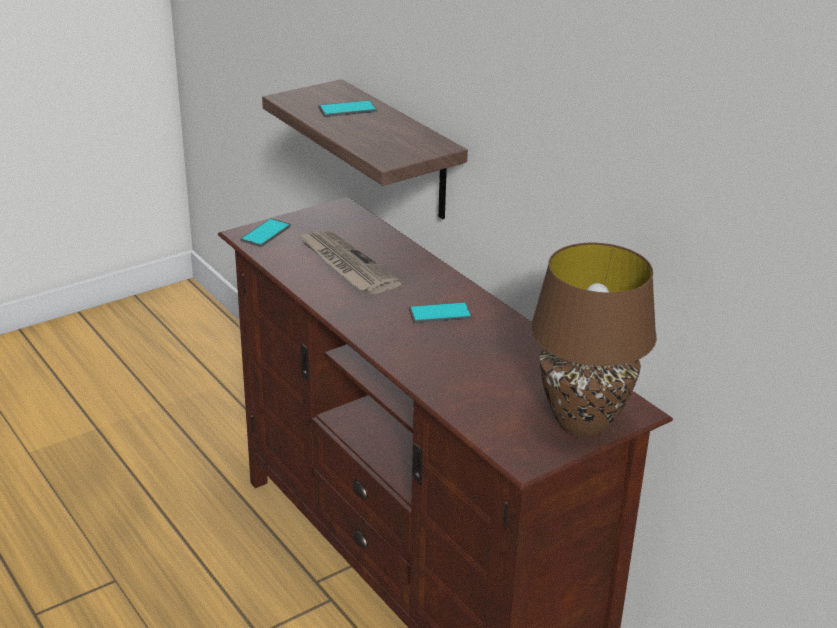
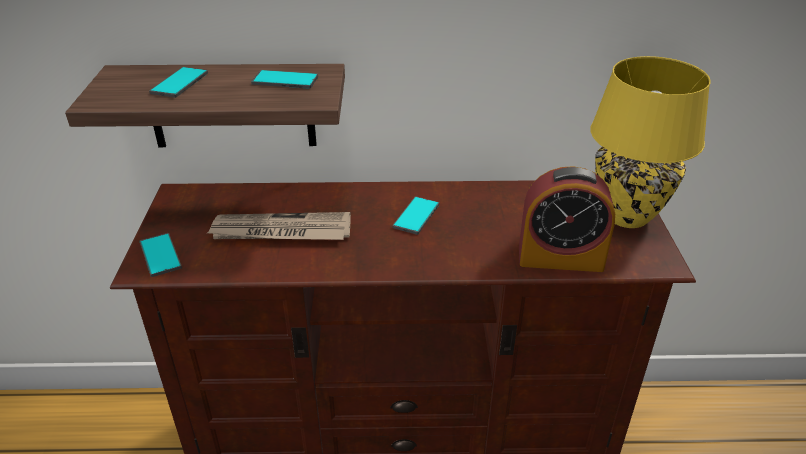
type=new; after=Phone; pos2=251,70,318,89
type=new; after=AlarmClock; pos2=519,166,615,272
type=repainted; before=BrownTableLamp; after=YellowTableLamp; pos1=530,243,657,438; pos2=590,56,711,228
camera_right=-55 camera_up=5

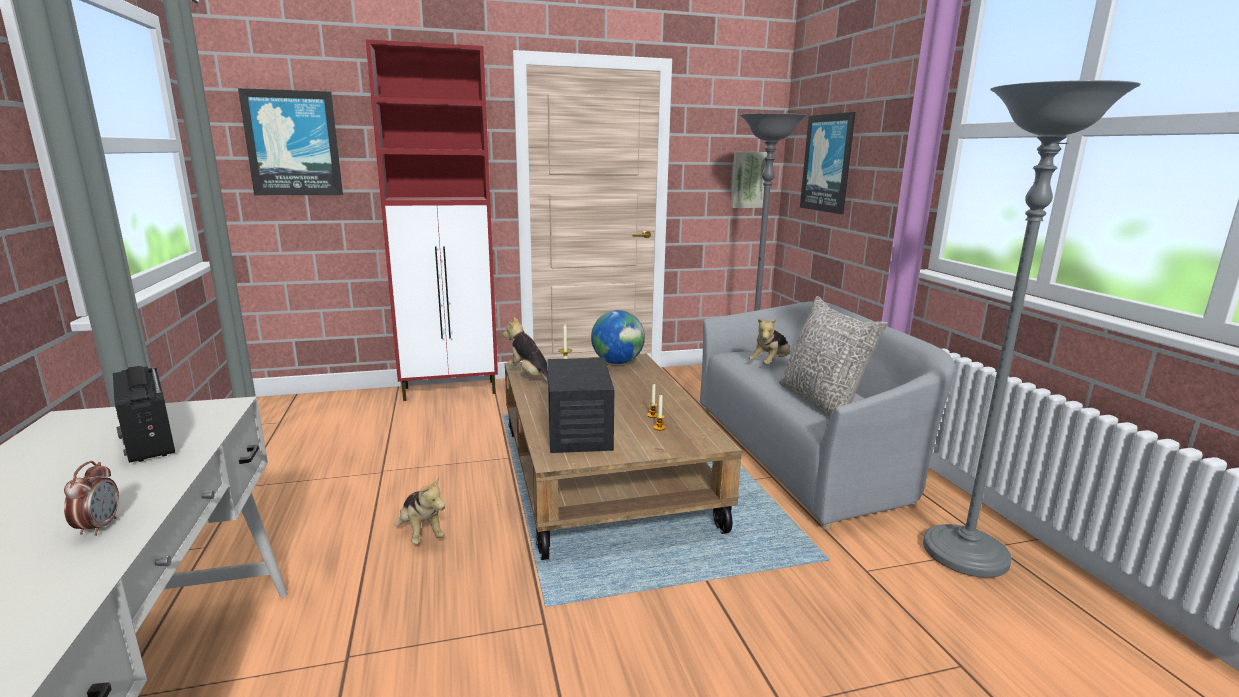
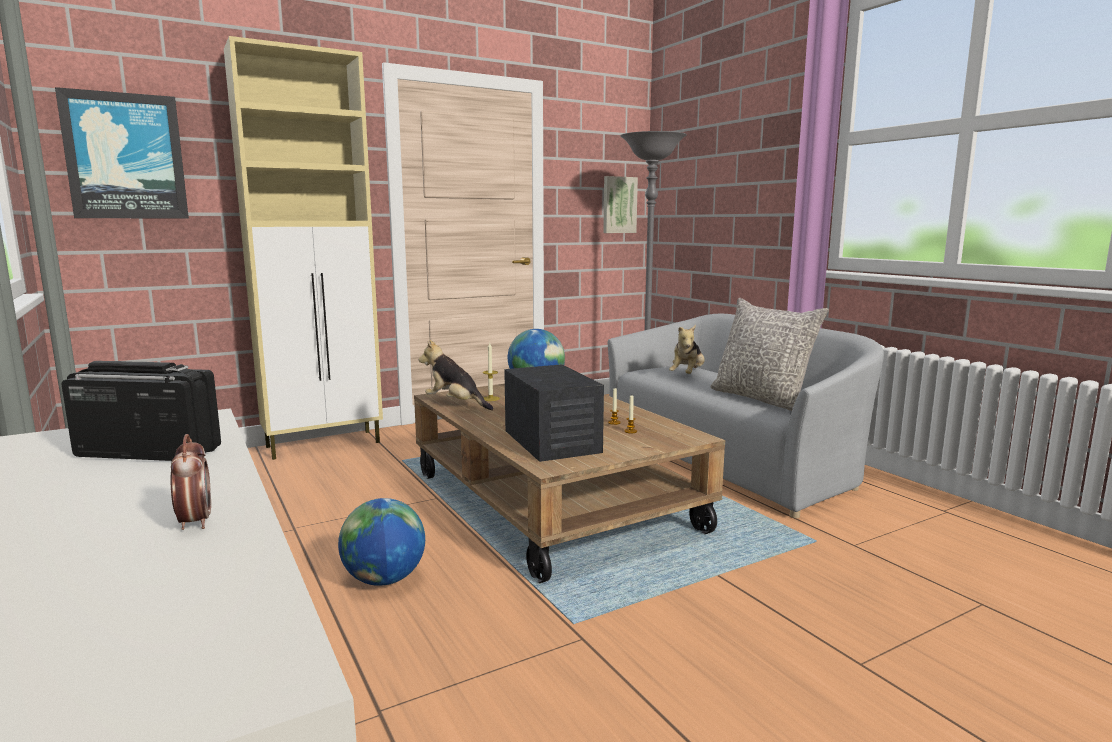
type=gone; before=Picture; pos1=800,112,856,214
type=gone; before=GreyFloorLamp; pos1=923,80,1141,578
type=swapped; before=PlushToy; after=Globe; pos1=394,477,445,544; pos2=338,498,425,586
type=repainted; before=RedCabinet; after=BeigeCabinet; pos1=366,39,498,401; pos2=224,36,383,460
type=rotated; before=Radio; pos1=113,366,175,463; pos2=62,361,221,461; turn=150
camera_right=-15 camera_up=-5

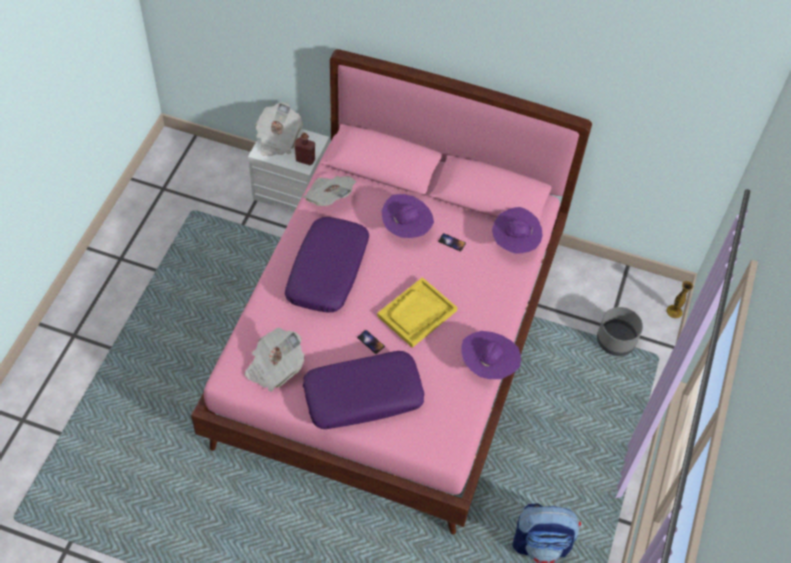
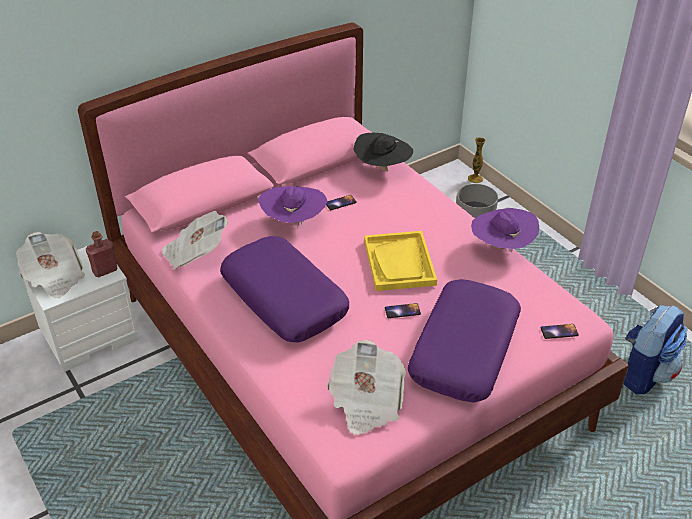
type=new; after=Phone; pos2=540,324,579,339
type=repainted; before=PurpleHat; after=BlackHat; pos1=492,207,543,254; pos2=353,133,413,171
camera_right=-50 camera_up=-15

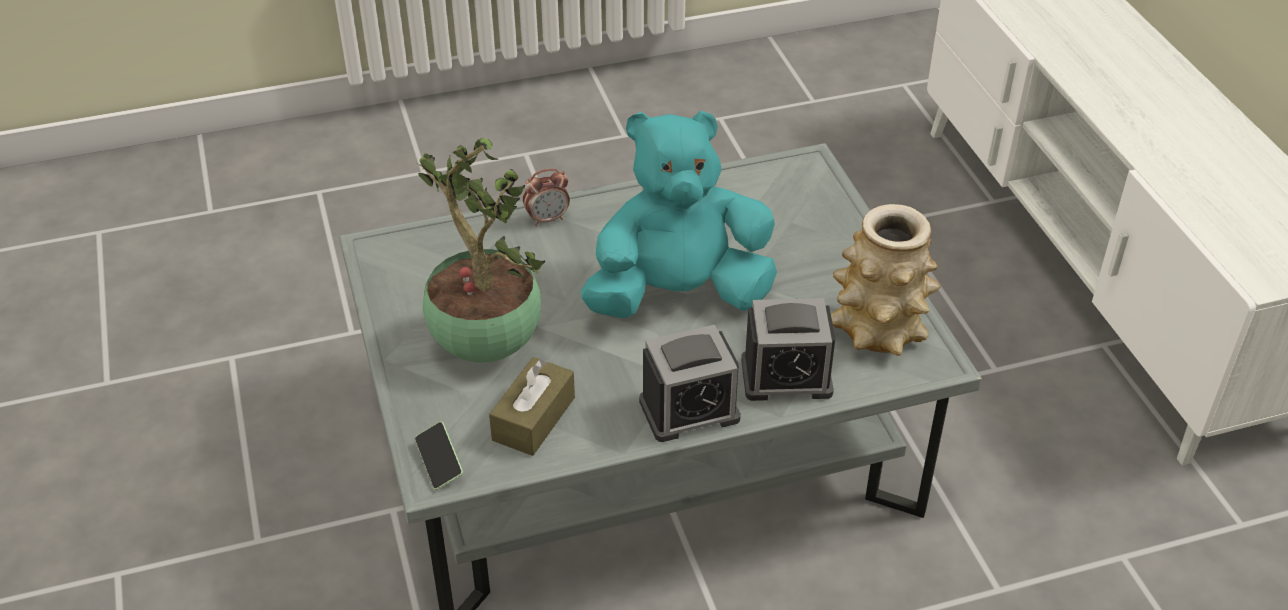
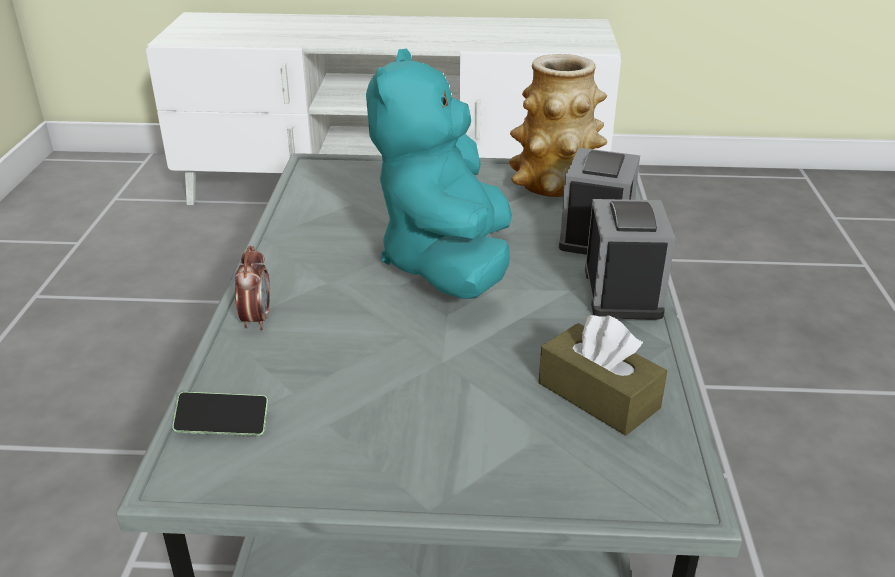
type=gone; before=PottedPlant; pos1=416,138,545,363
type=shifted; before=Phone; pos1=415,422,463,490; pos2=172,392,268,436
camera_right=-70 camera_up=-10

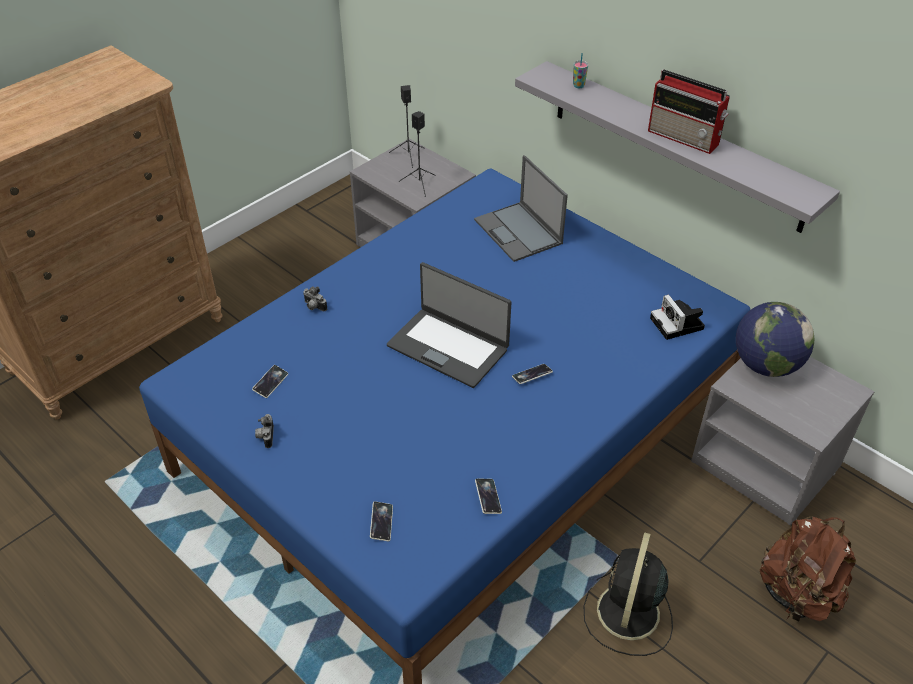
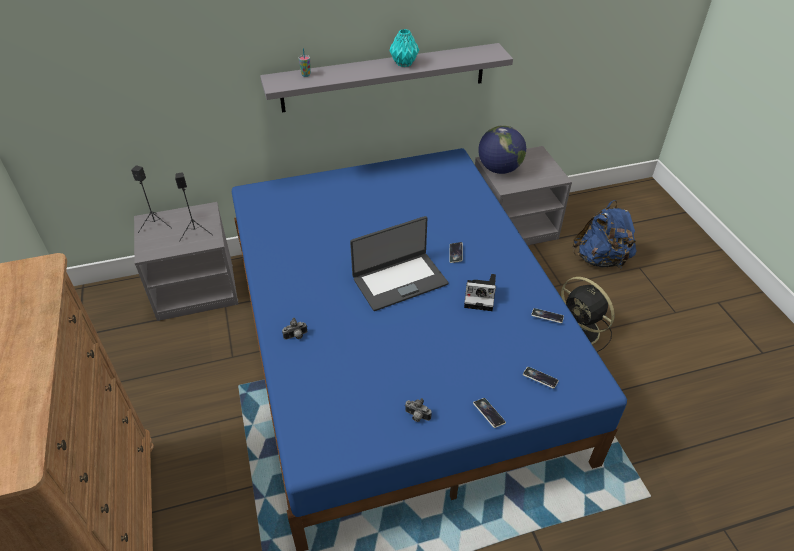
type=gone; before=Laptop; pos1=474,155,568,262
type=shifted; before=Phone; pos1=252,365,288,398; pos2=473,398,506,428
type=shifted; before=PhotoCamera; pos1=650,294,705,340; pos2=464,274,496,311
type=swapped; before=Radio; after=TurquoiseVase; pos1=648,70,730,154; pos2=389,29,419,67
type=repainted; before=BrownBackpack; after=BlueBackpack; pos1=760,517,856,621; pos2=573,200,637,268
camera_right=-60 camera_up=0

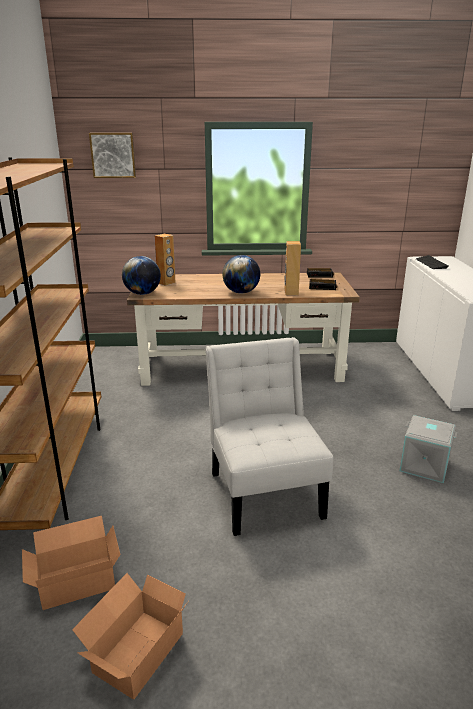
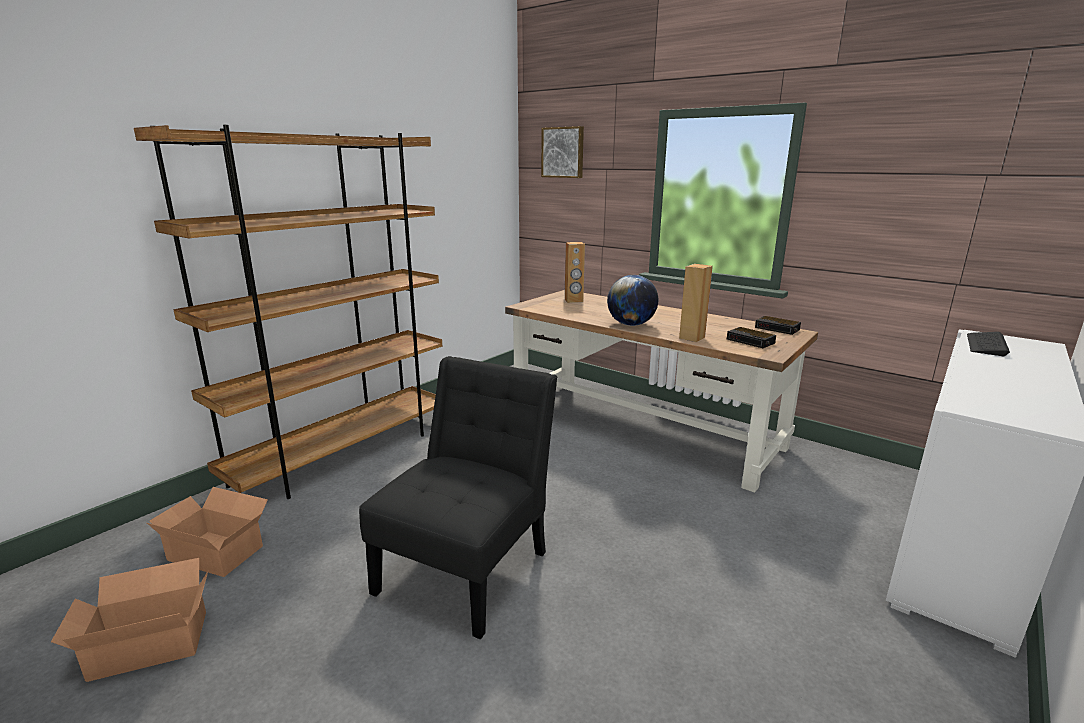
type=gone; before=Globe; pos1=122,256,161,295
type=gone; before=GreyStorageBox; pos1=400,415,457,483
type=repainted; before=WhiteChair; after=BlackChair; pos1=205,337,333,536; pos2=359,356,557,640
camera_right=40 camera_up=-5

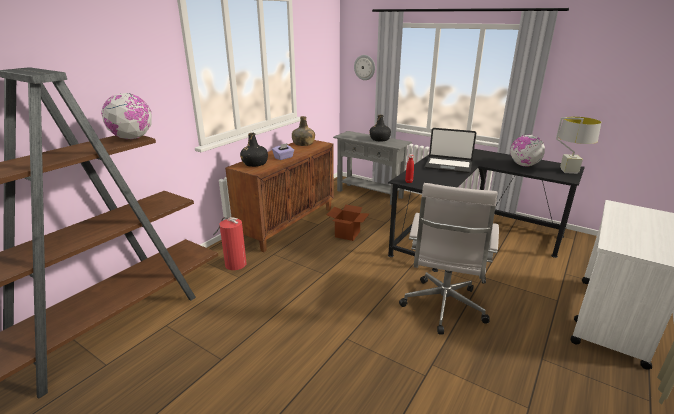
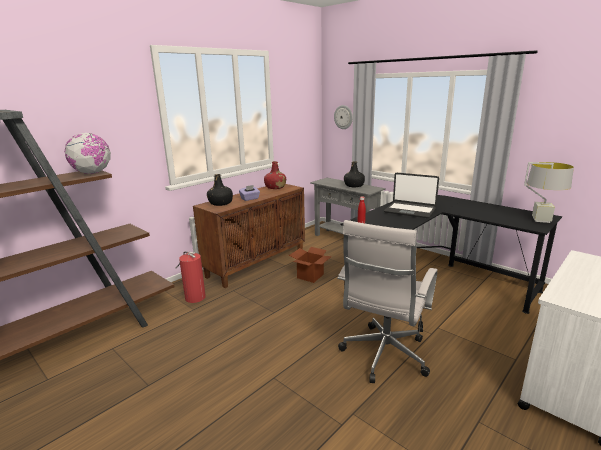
type=gone; before=Globe; pos1=510,135,545,167
type=repainted; before=GreenBottle; after=RedBottle; pos1=292,116,315,146; pos2=264,161,286,189
camera_right=10 camera_up=-5

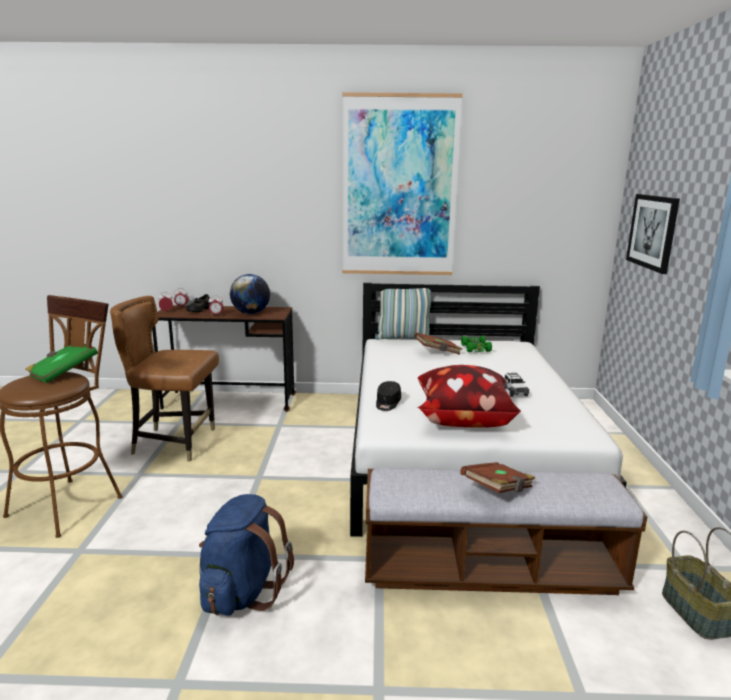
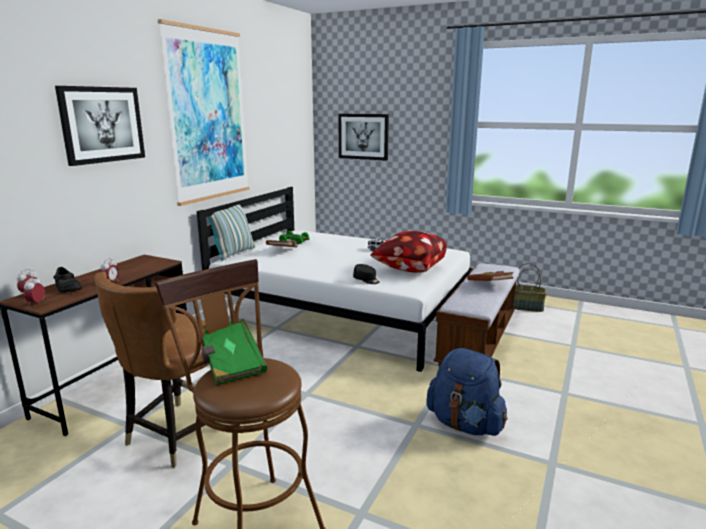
type=gone; before=Globe; pos1=230,274,270,314
type=new; after=Picture; pos2=55,86,145,166
camera_right=-65 camera_up=0

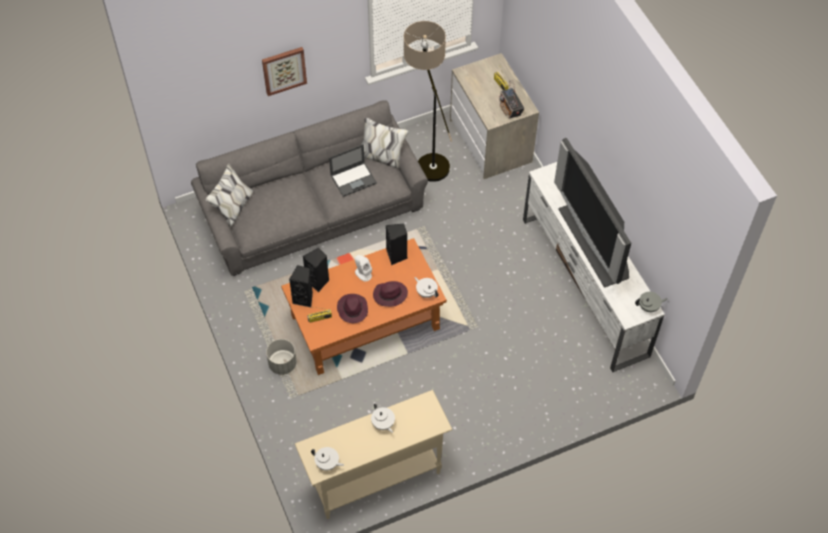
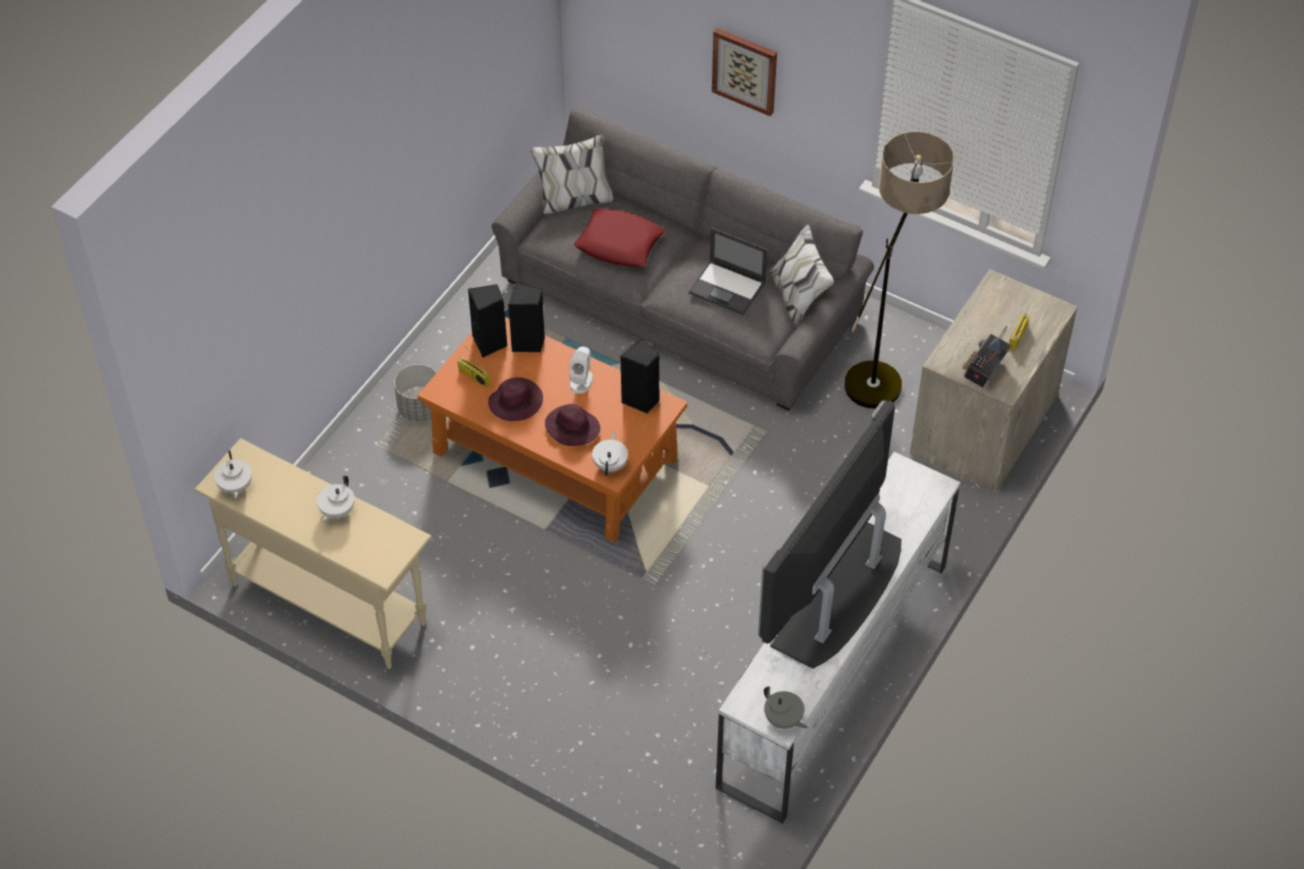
type=new; after=RedPillow; pos2=574,209,665,267
camera_right=55 camera_up=-5

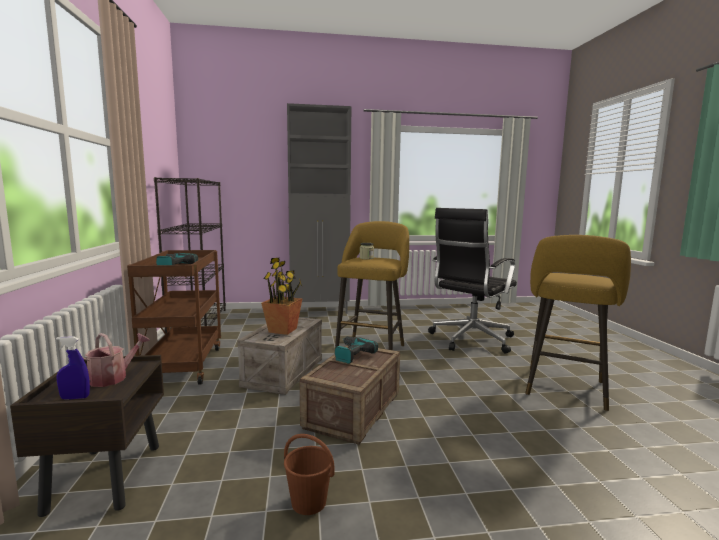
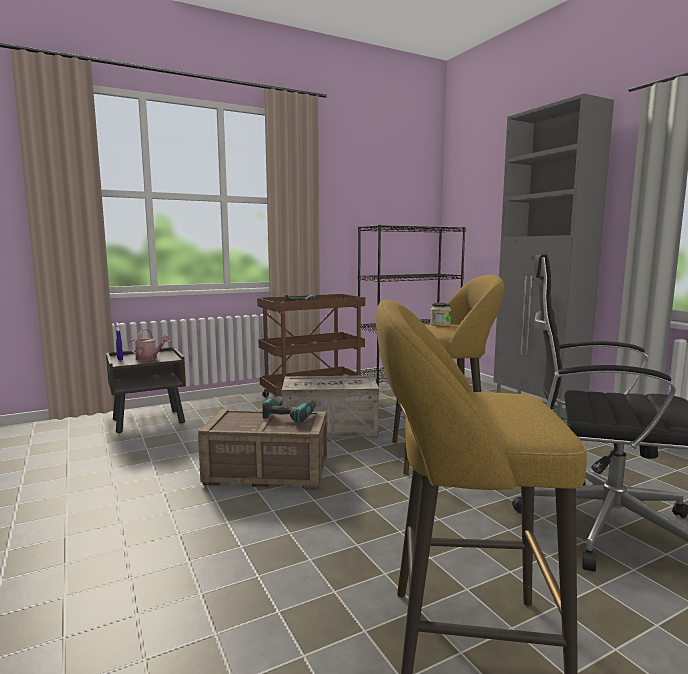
type=gone; before=PottedPlant; pos1=261,258,302,335
type=gone; before=BrownBucket; pos1=284,434,335,515
camera_right=70 camera_up=0

